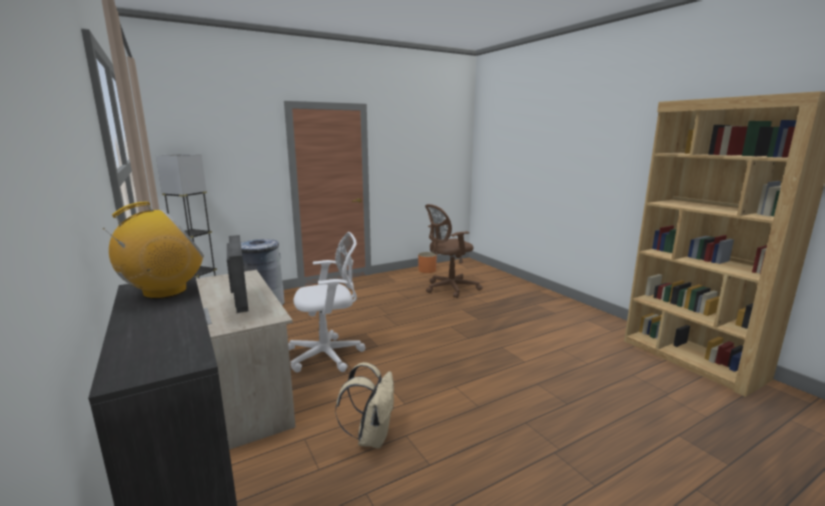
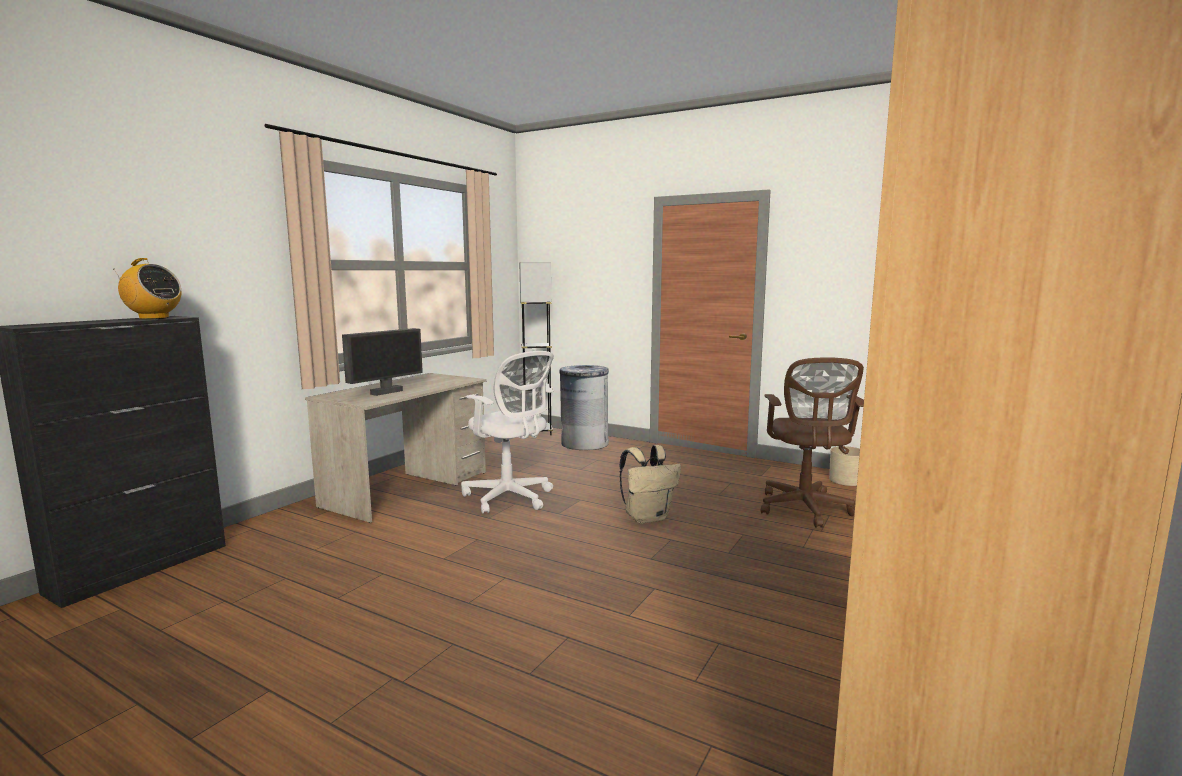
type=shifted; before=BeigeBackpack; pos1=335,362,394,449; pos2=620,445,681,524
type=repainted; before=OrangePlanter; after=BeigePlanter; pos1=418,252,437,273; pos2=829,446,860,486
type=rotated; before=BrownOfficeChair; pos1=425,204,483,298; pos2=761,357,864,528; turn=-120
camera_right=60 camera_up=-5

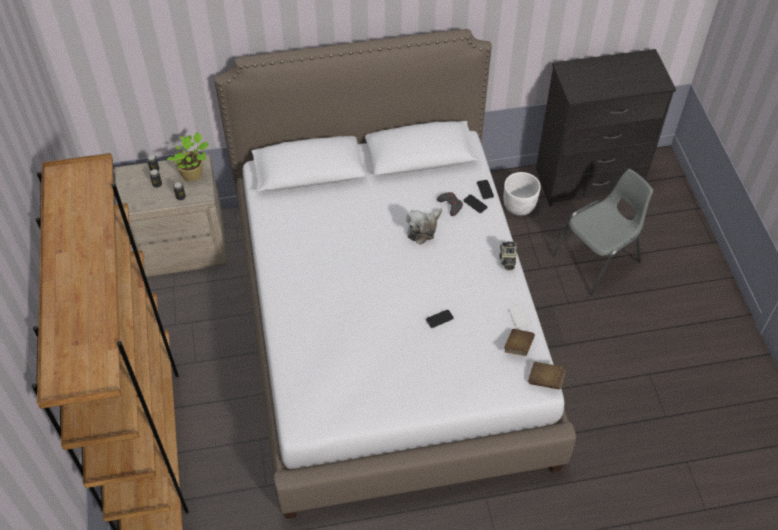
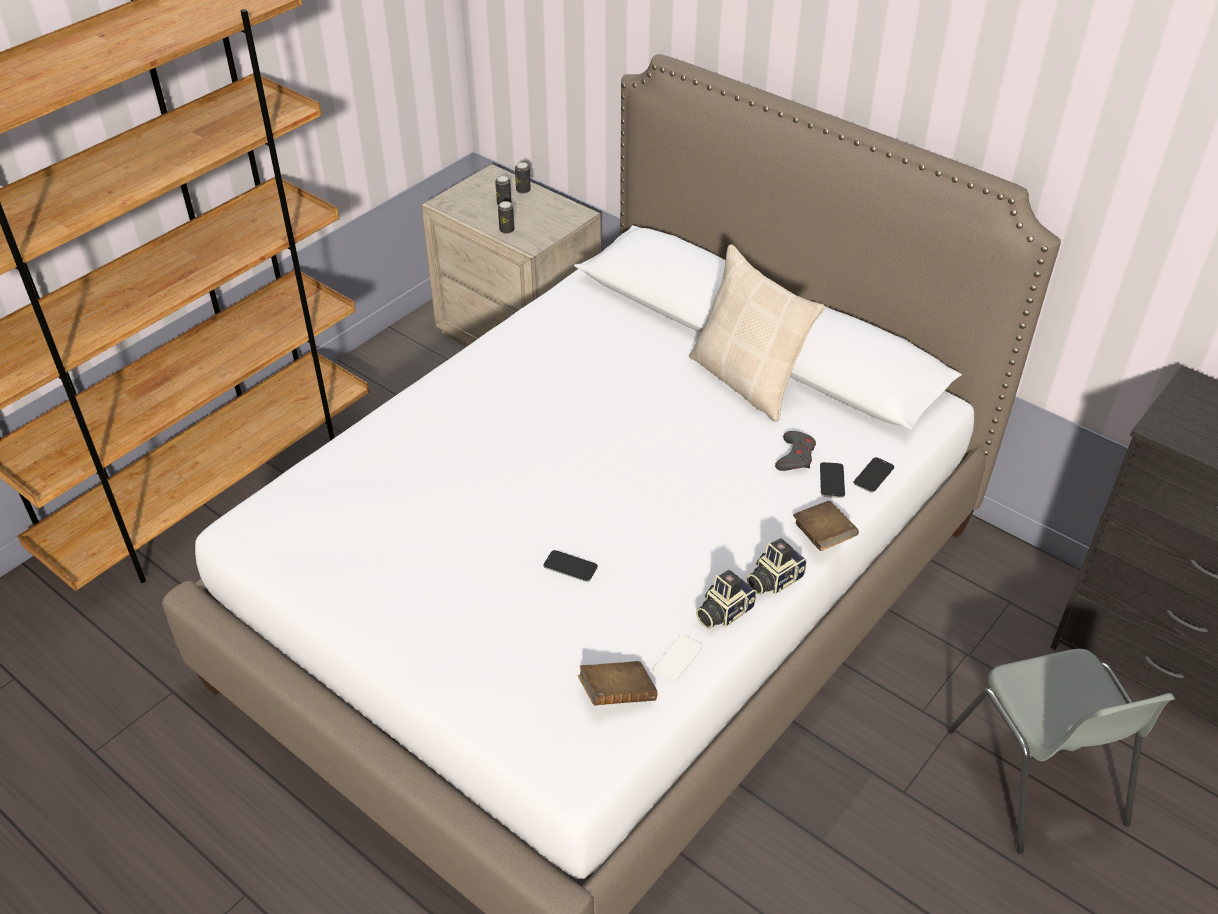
type=gone; before=PottedPlant; pos1=167,132,209,182
type=gone; before=PlushToy; pos1=406,208,442,245
type=gone; before=WhitePlanter; pos1=503,172,541,216
type=new; after=BeigePillow; pos2=689,245,825,422
type=new; after=PhotoCamera; pos2=696,570,757,629
type=shifted; before=BrownBook; pos1=528,362,566,390; pos2=793,501,859,551
type=rotated; before=GreyChair; pos1=552,169,653,295; pos2=948,649,1175,854; turn=60
camera_right=50 camera_up=-10

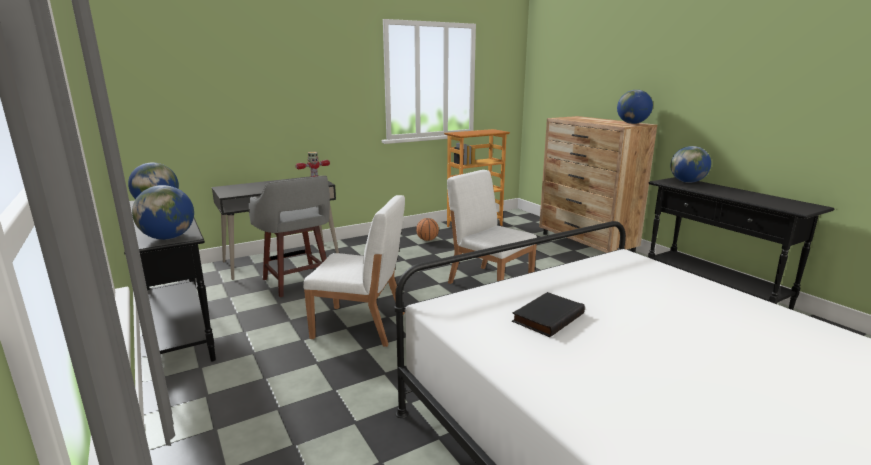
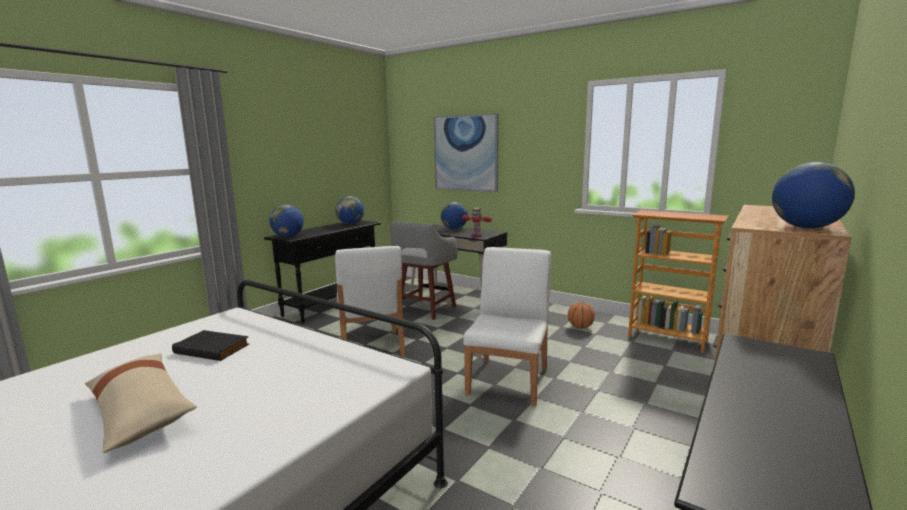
type=new; after=BeigePillow; pos2=85,353,197,453
type=new; after=Picture; pos2=434,113,499,192
type=shifted; before=Globe; pos1=670,146,711,183; pos2=441,202,468,229
camera_right=65 camera_up=-5

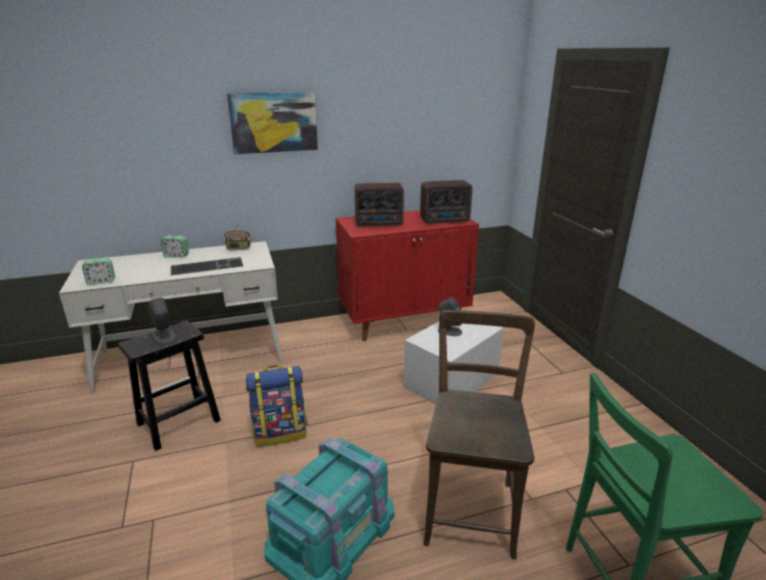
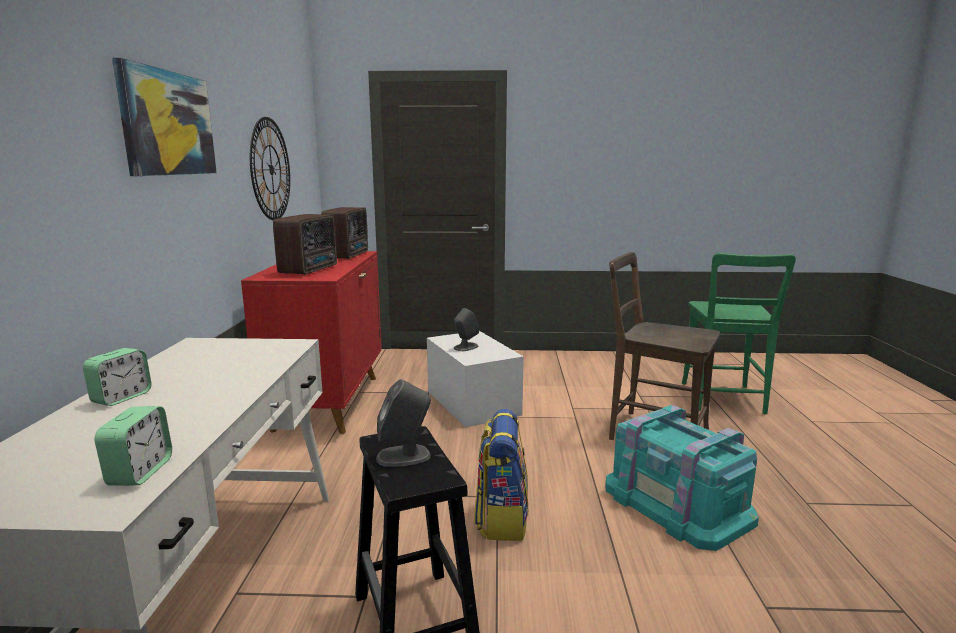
type=gone; before=Keyboard; pos1=171,257,243,275
type=gone; before=Radio; pos1=224,222,251,250
type=new; after=WallClock; pos2=250,117,290,220
camera_right=-70 camera_up=-10

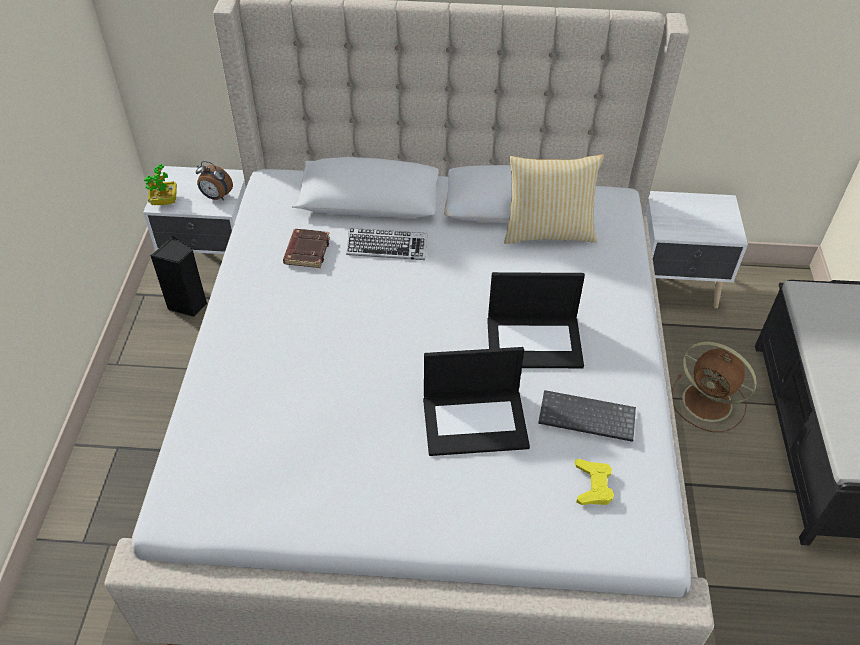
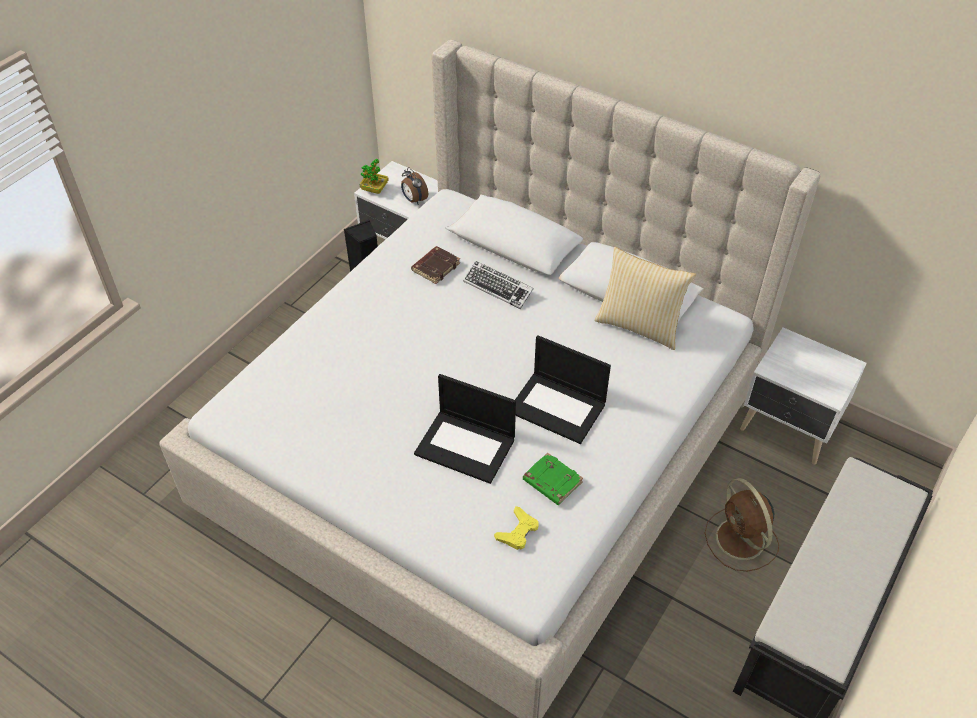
type=swapped; before=Keyboard; after=GreenBook; pos1=538,390,636,442; pos2=523,452,583,505
camera_right=30 camera_up=0

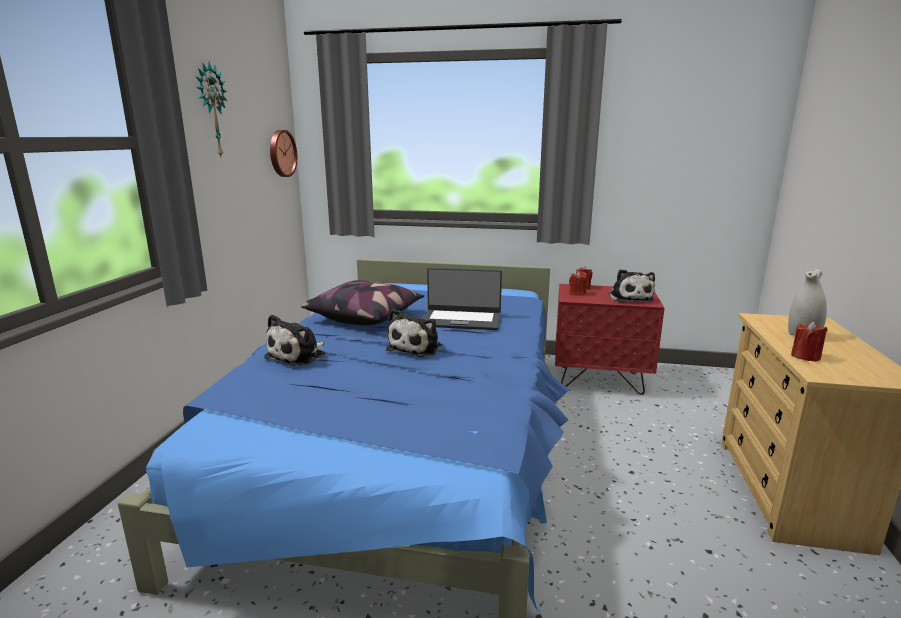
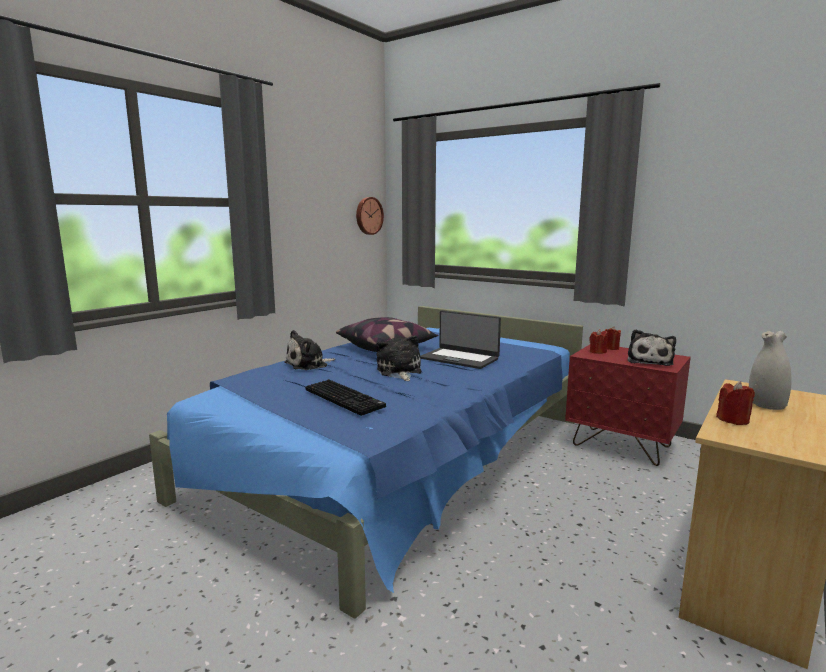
type=gone; before=WallClock; pos1=196,62,227,157
type=new; after=Keyboard; pos2=305,379,386,416
type=rotated; before=PlushToy; pos1=386,309,442,357; pos2=376,335,421,381; turn=120
camera_right=25 camera_up=-5

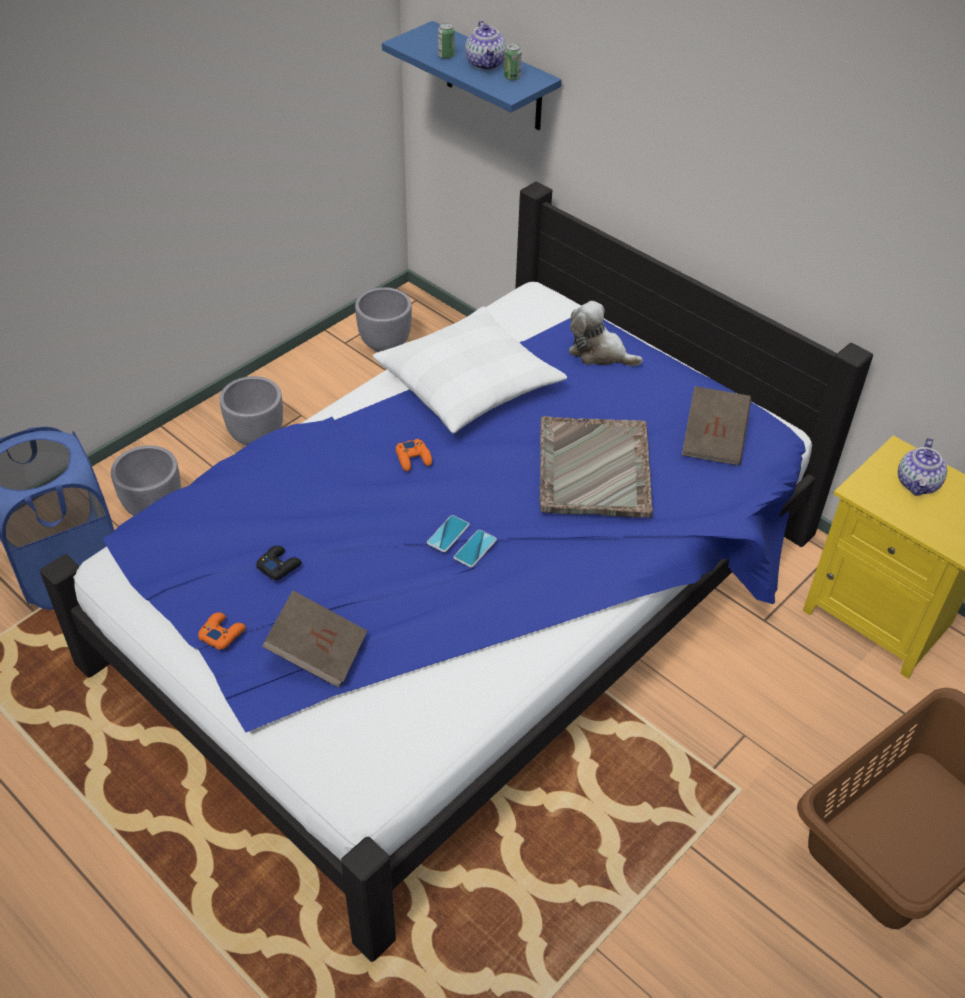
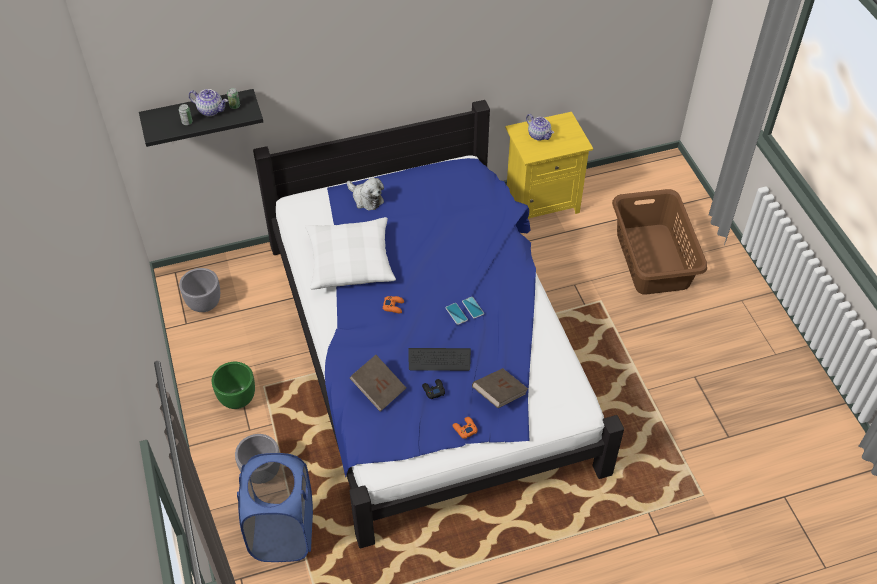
type=gone; before=GreyTray; pos1=539,416,653,518
type=new; after=Keyboard; pos2=408,348,471,371
type=shifted; before=BrownBook; pos1=682,386,751,465; pos2=350,355,406,412
type=repainted; before=GreyPlanter; after=GreenPlanter; pos1=219,376,283,446; pos2=212,362,255,409
type=repainted; before=BlueShelf; after=BlackShelf; pos1=382,21,561,130; pos2=139,89,263,147
type=rotated; before=PlushToy; pos1=569,301,643,366; pos2=347,178,384,210; turn=-105
camera_right=-60 camera_up=5

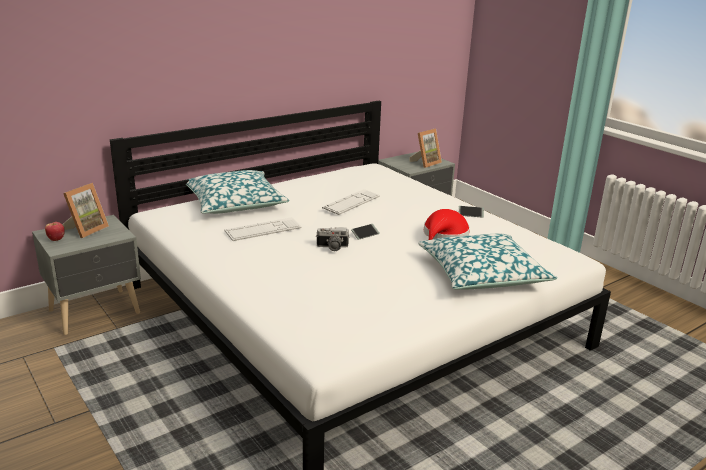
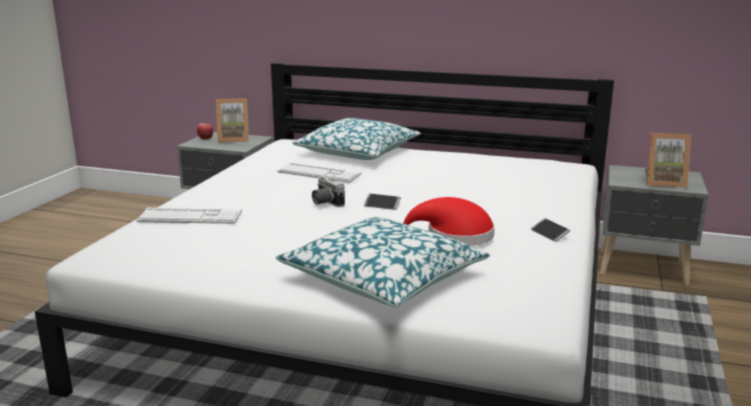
type=shifted; before=Keyboard; pos1=322,189,380,215; pos2=137,208,242,224
camera_right=55 camera_up=-5

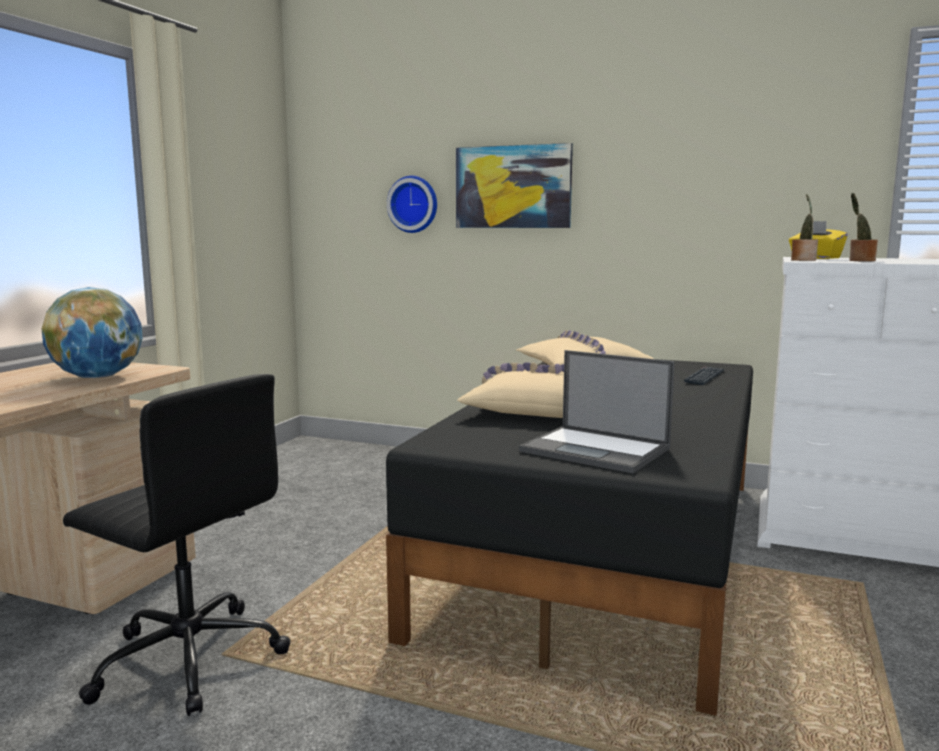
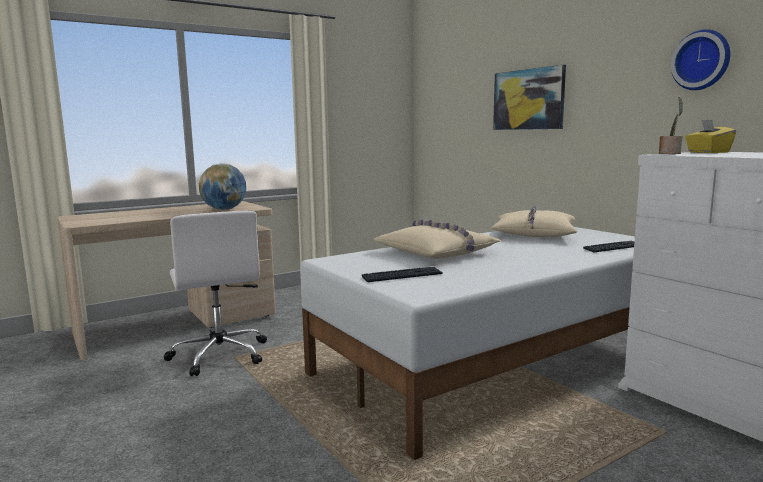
type=gone; before=PottedPlant; pos1=849,193,878,262
type=shifted; before=WallClock; pos1=387,176,437,233; pos2=671,29,731,90
type=swapped; before=Laptop; after=Keyboard; pos1=519,350,675,473; pos2=362,267,443,282
type=repainted; before=BlackOfficeChair; after=WhiteOfficeChair; pos1=63,374,291,716; pos2=163,211,267,376
type=repainted; before=BlackBed; after=WhiteBed; pos1=386,359,753,716; pos2=300,227,635,460
camera_right=35 camera_up=0

